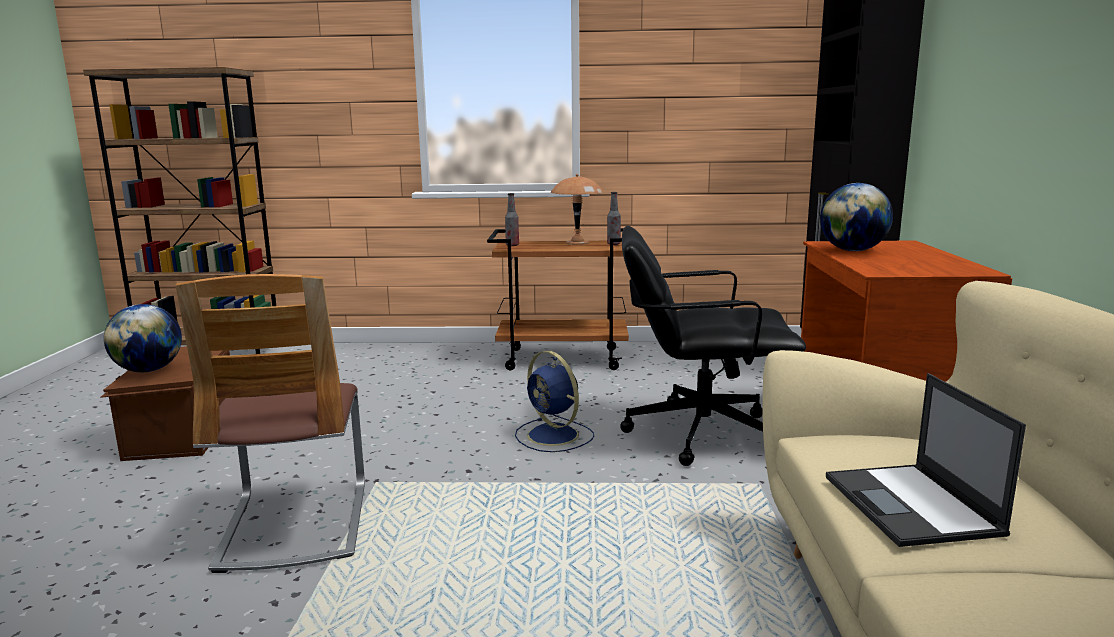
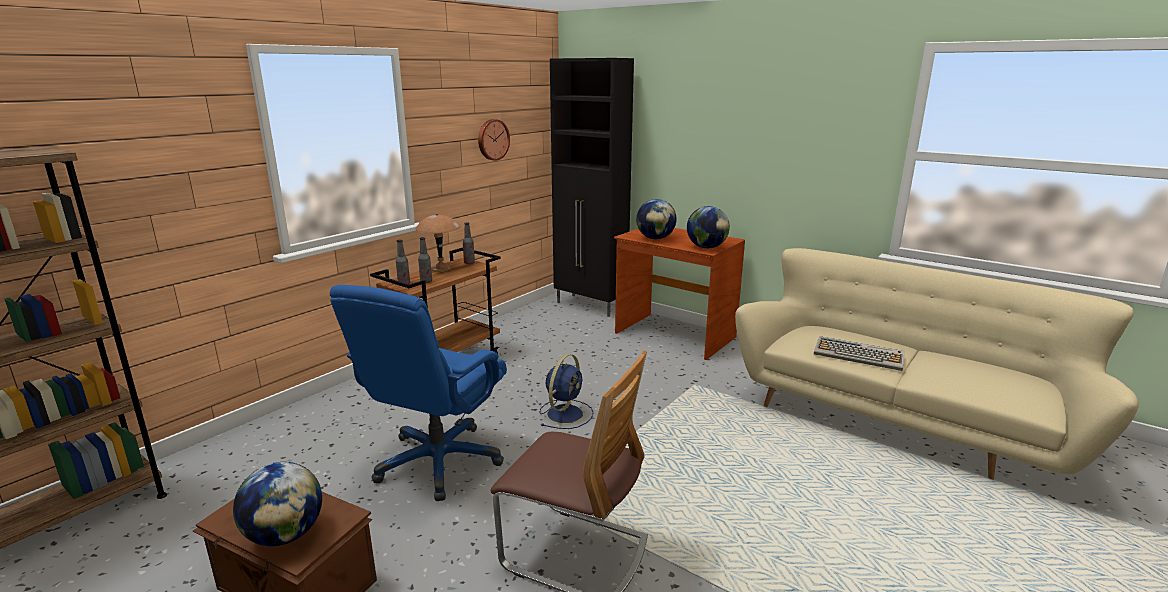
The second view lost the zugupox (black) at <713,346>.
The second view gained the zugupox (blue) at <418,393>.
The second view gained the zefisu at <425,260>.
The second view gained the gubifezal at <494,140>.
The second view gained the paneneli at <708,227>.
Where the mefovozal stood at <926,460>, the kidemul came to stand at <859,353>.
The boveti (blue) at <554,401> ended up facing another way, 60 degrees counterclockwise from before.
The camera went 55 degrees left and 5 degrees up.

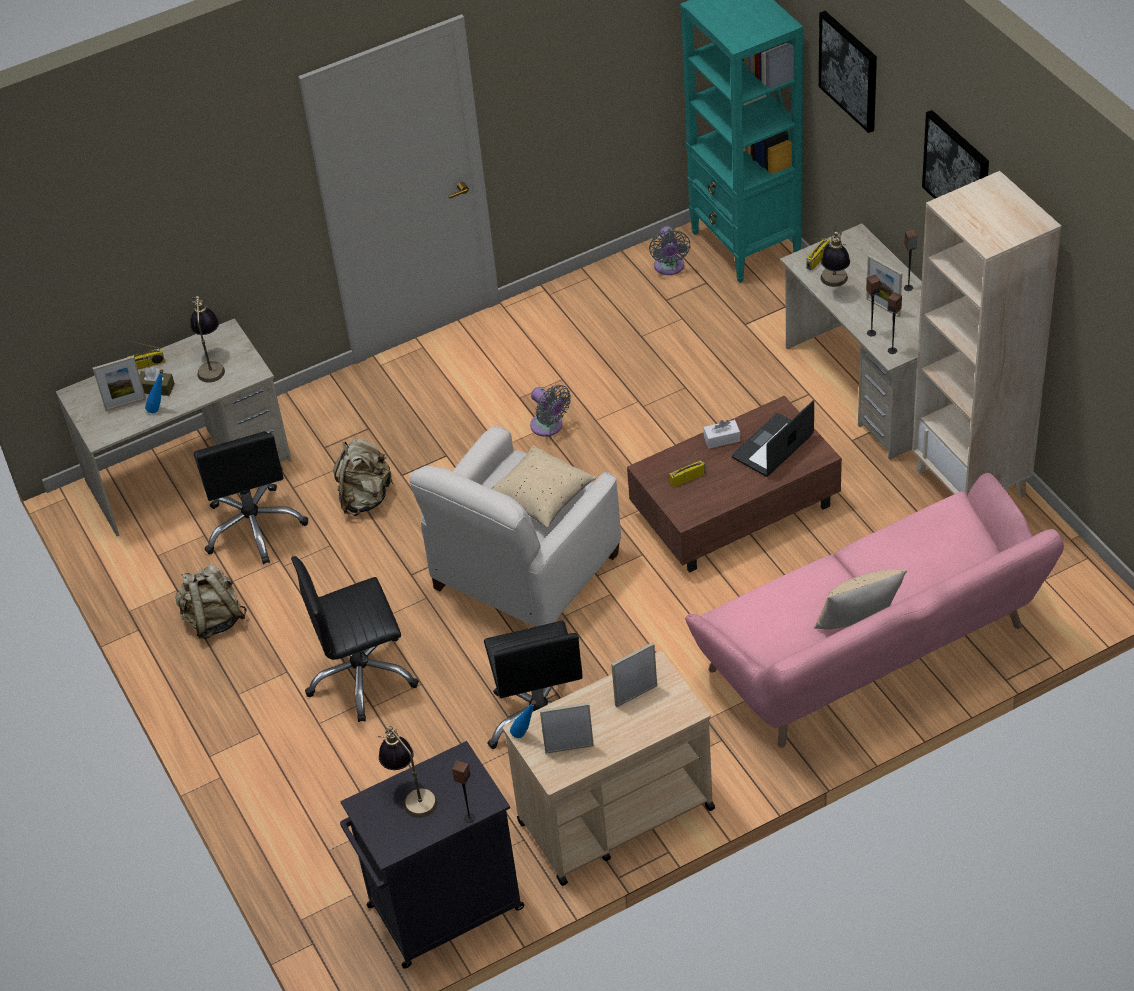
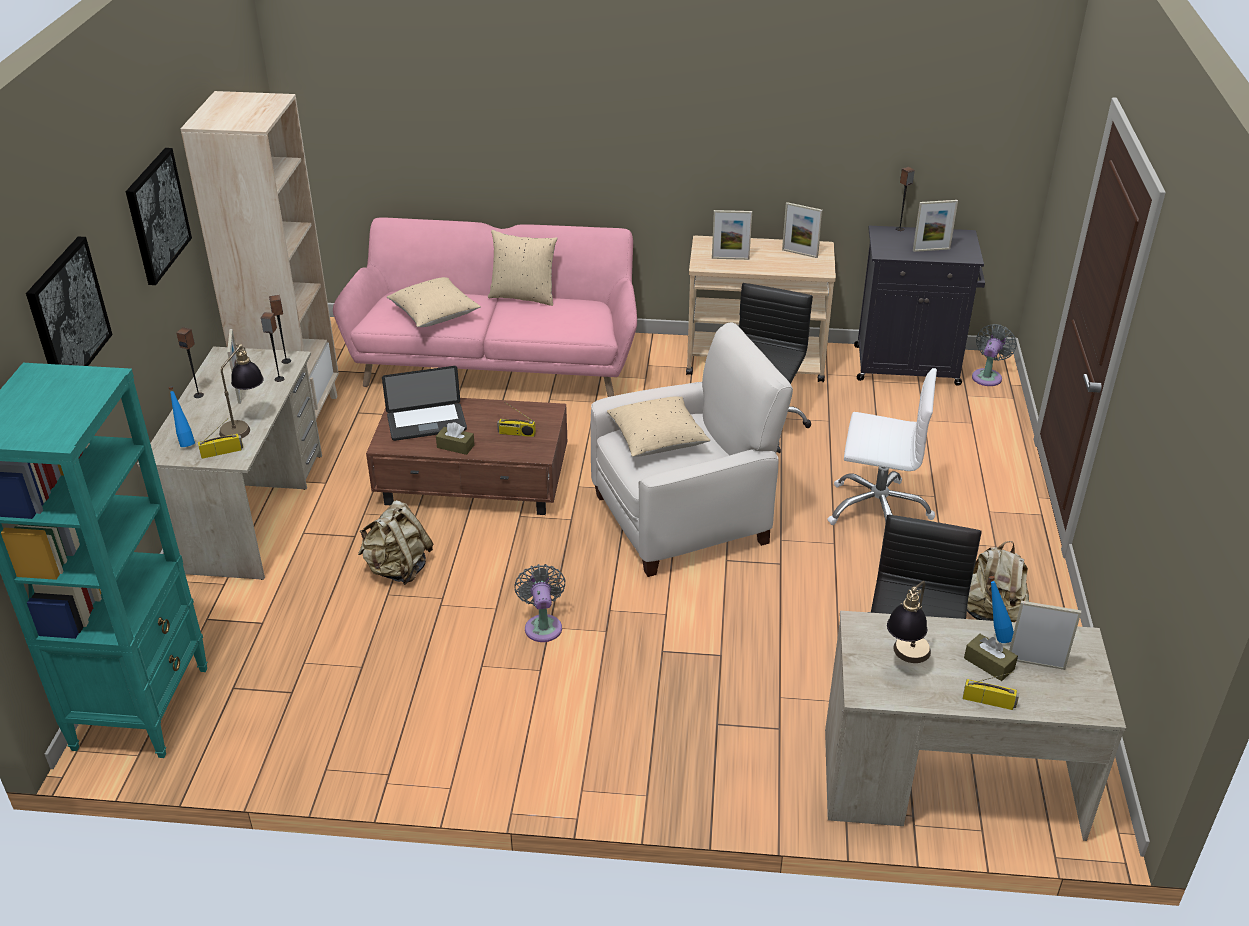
The second view gained the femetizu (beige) at <434,302>.
The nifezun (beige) ended up elsewhere, having gone from <363,477> to <395,542>.
The zefisu (blue) ended up elsewhere, having gone from <523,719> to <181,416>.
The boveti (grey) ended up elsewhere, having gone from <670,250> to <994,355>.
Where the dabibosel stood at <407,772>, the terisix came to stand at <935,226>.
What was the zugupox (black) at <355,639> turned into the zugupox (white) at <882,446>.
What was the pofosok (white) at <721,434> turned into the pofosok (brown) at <455,438>.
The camera went 150 degrees left and 10 degrees down.

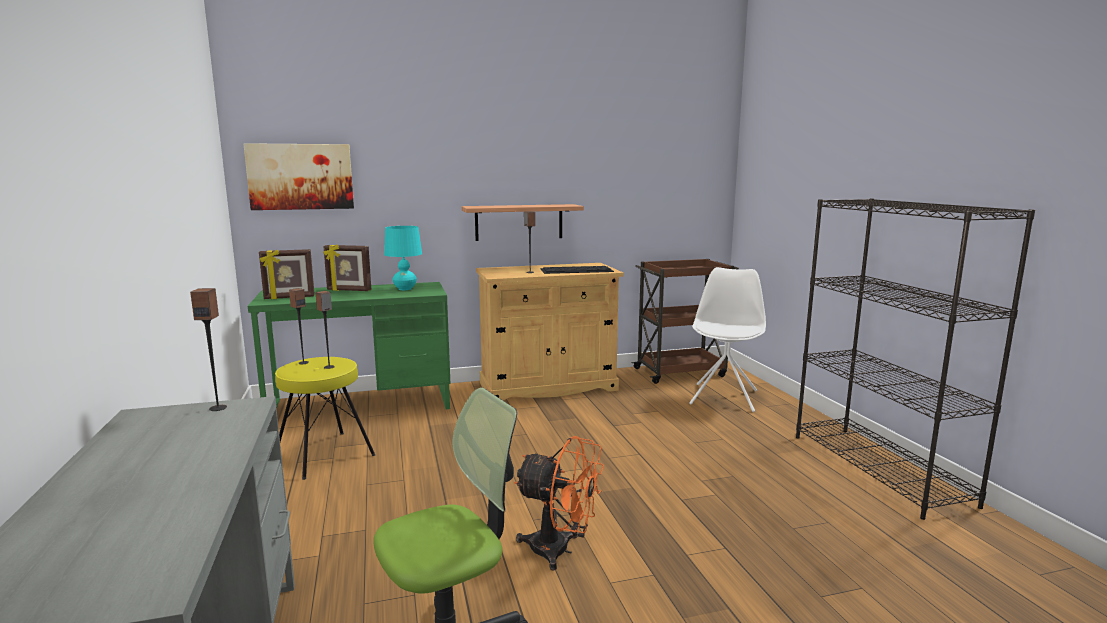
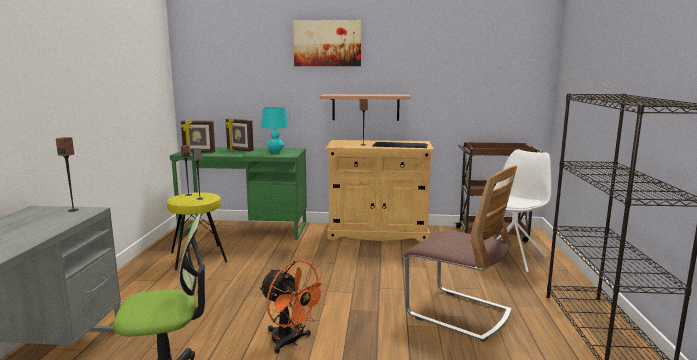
The second view gained the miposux at <460,253>.
The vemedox ended up elsewhere, having gone from <299,176> to <327,43>.
The camera went 20 degrees right and 0 degrees up.

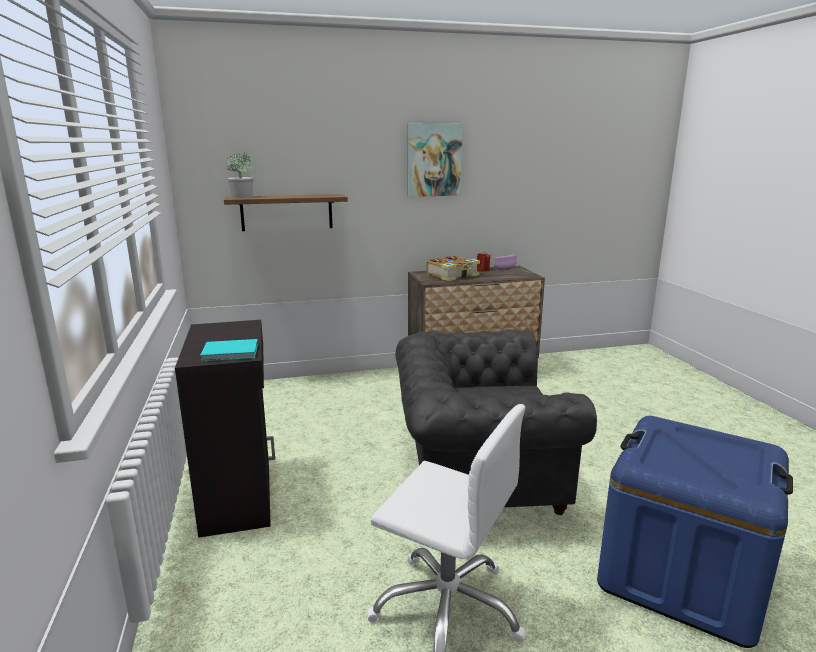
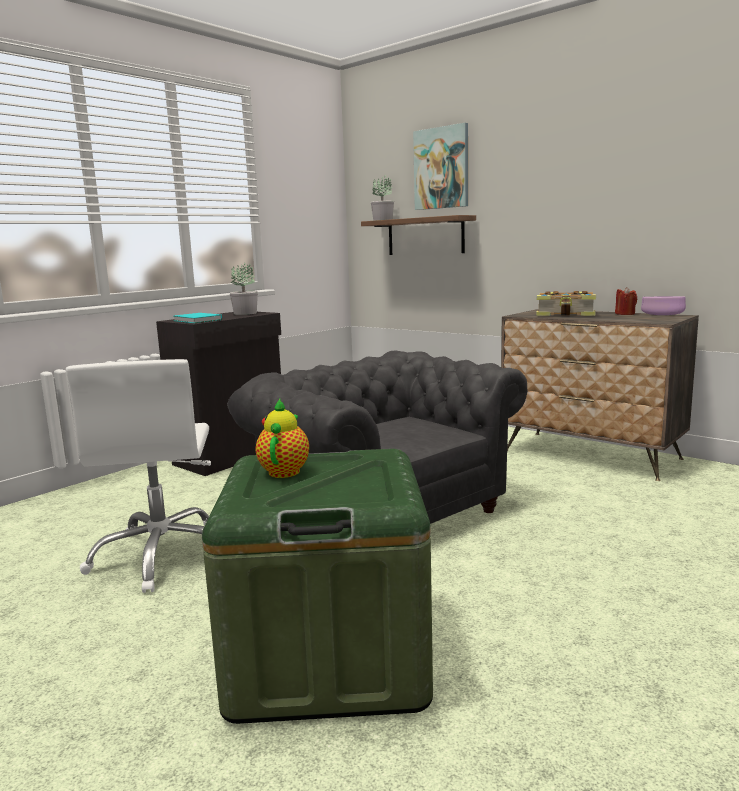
The second view gained the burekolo at <244,289>.
The second view gained the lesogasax at <282,438>.
The vemedox ended up elsewhere, having gone from <435,160> to <440,166>.
What was the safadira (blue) at <695,532> turned into the safadira (green) at <317,586>.
The camera went 55 degrees right and 5 degrees down.

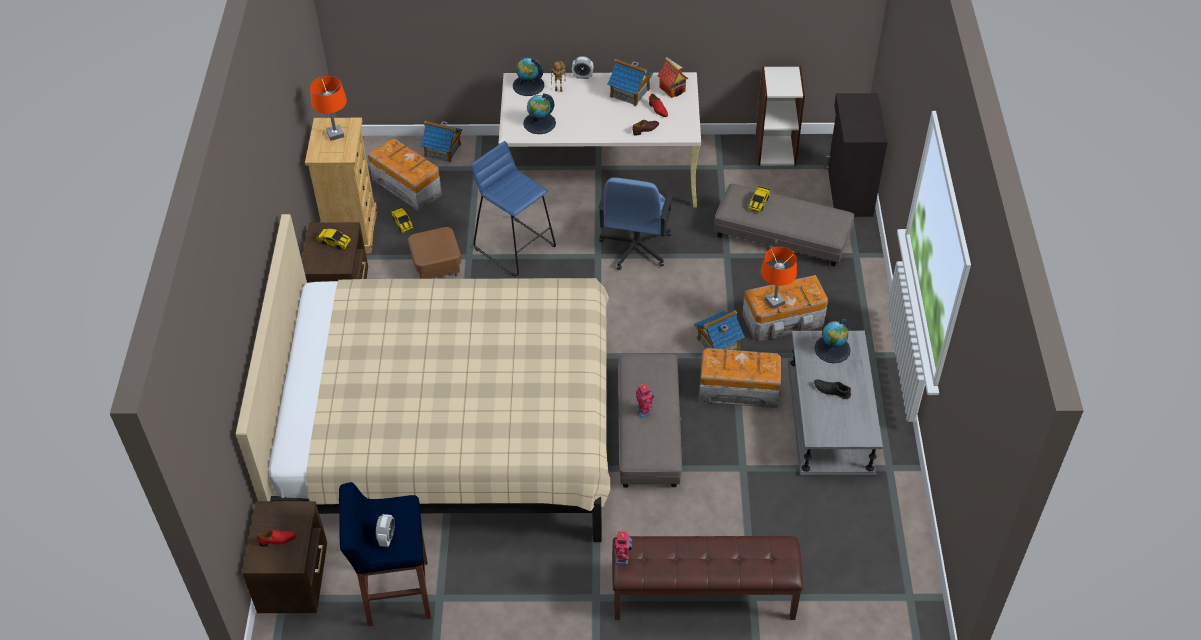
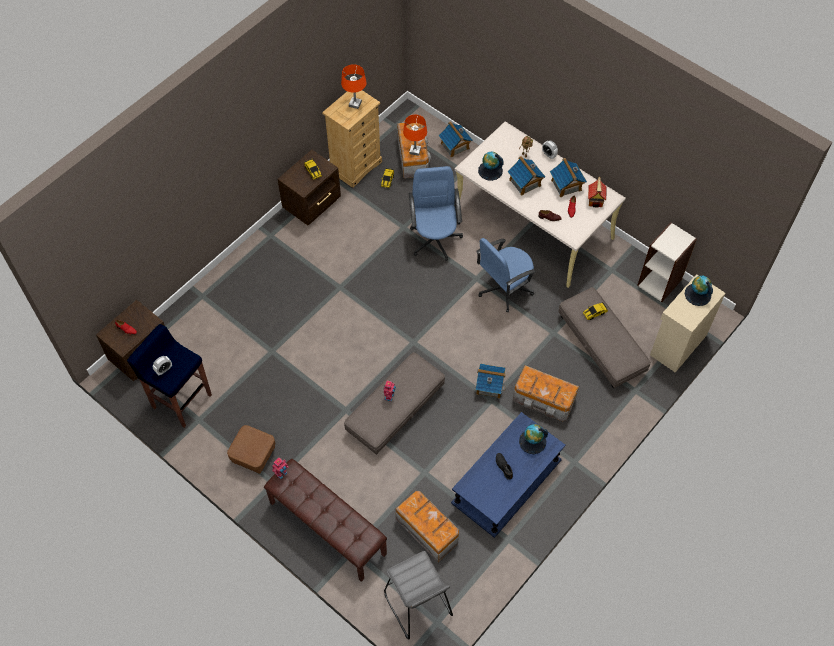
The second view lost the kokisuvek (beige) at <423,378>.
The second view gained the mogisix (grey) at <418,595>.
The second view gained the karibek at <526,176>.
The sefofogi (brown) ended up elsewhere, having gone from <434,253> to <251,449>.
The paneneli ended up elsewhere, having gone from <528,77> to <699,291>.
The safadira ended up elsewhere, having gone from <740,378> to <427,526>.
The dabibosel (orange) ended up elsewhere, having gone from <779,278> to <415,135>.
Where the mogisix (blue) stood at <513,208>, the zugupox (blue) came to stand at <436,213>.
What was the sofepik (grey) at <835,404> turned into the sofepik (blue) at <508,475>.
What was the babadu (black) at <856,155> turned into the babadu (beige) at <687,323>.
The camera went 40 degrees right and 10 degrees up.

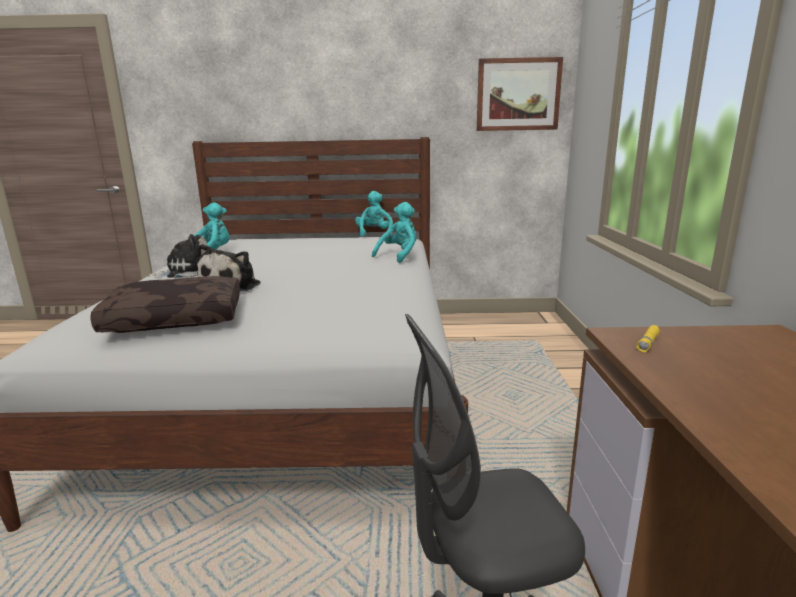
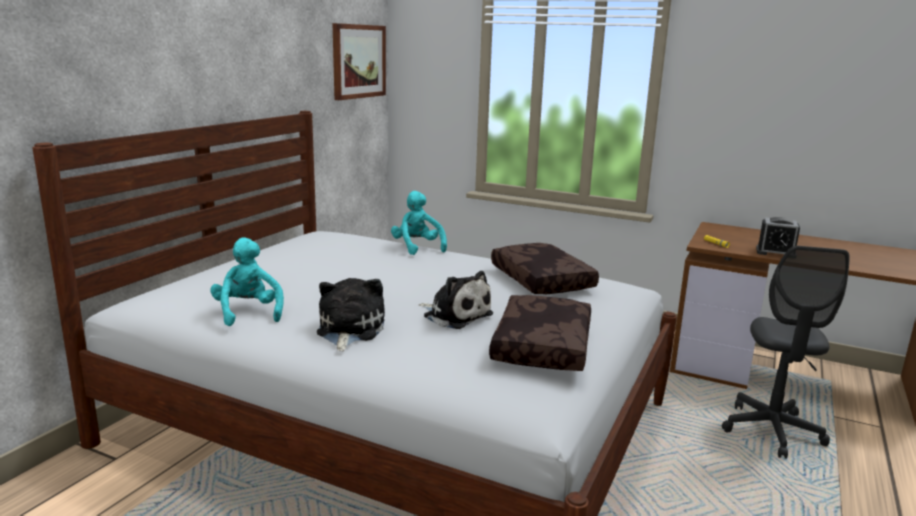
The second view lost the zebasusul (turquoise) at <374,214>.
The second view gained the femetizu (brown) at <545,268>.
The second view gained the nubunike at <778,236>.
The camera went 65 degrees left and 0 degrees up.

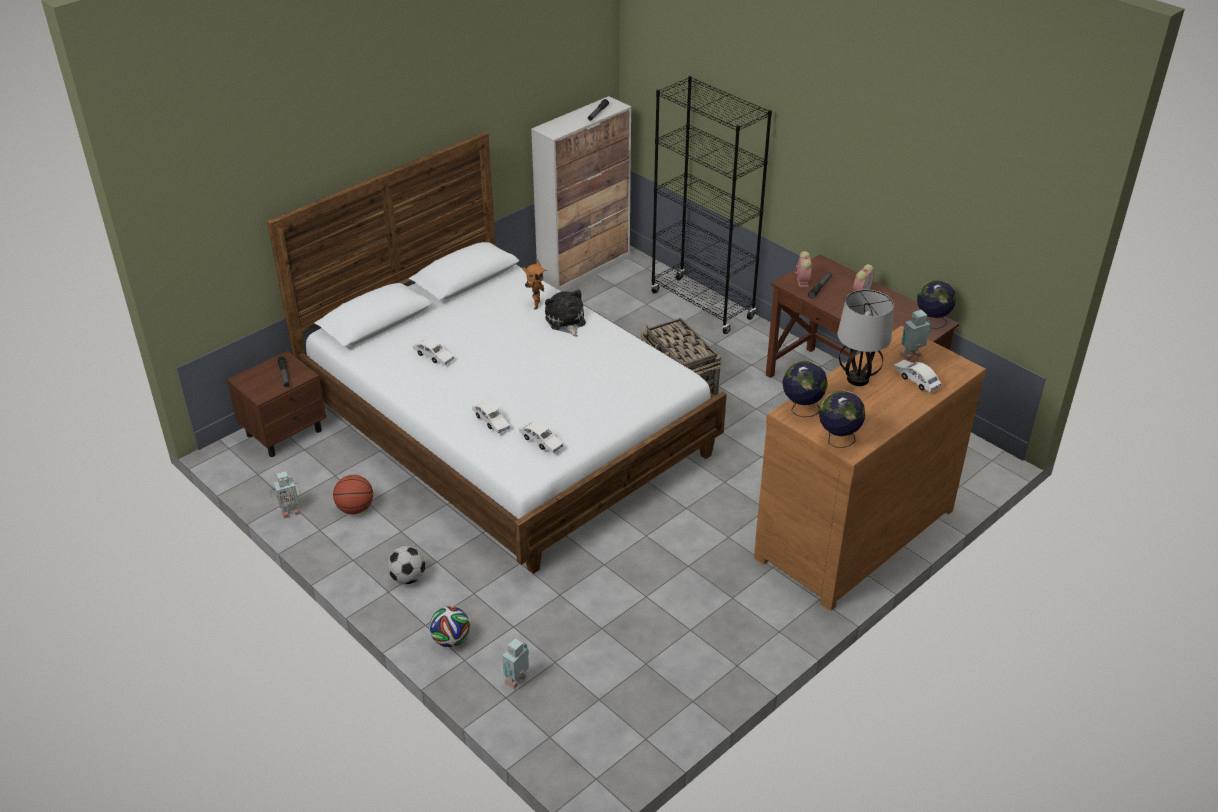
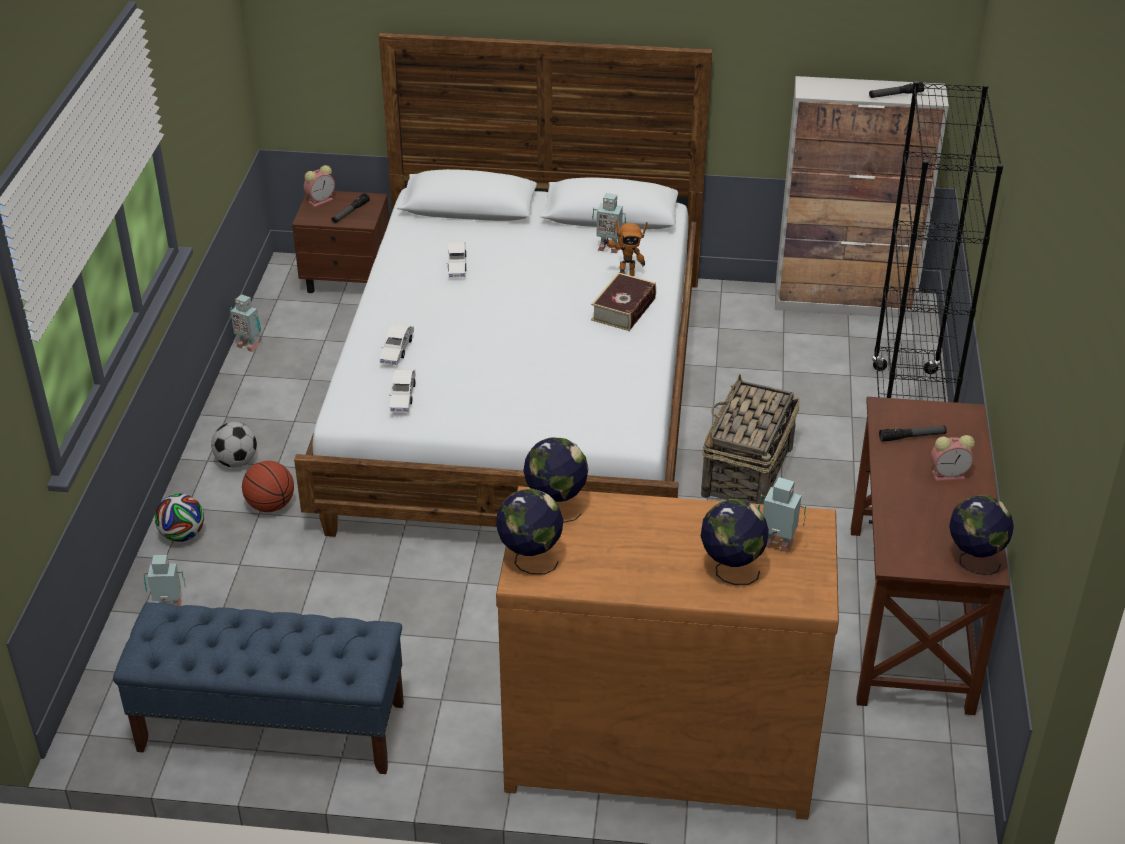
The second view lost the dabibosel at <866,338>.
The second view gained the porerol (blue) at <258,688>.
The second view gained the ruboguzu at <609,223>.
The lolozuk ended up elsewhere, having gone from <353,494> to <268,486>.
The nubunike ended up elsewhere, having gone from <803,269> to <319,186>.
Where the zebasusul stood at <565,313>, the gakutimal came to stand at <623,301>.
Where the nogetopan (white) stood at <917,376>, the paneneli came to stand at <735,542>.
The camera went 50 degrees right and 0 degrees up.

